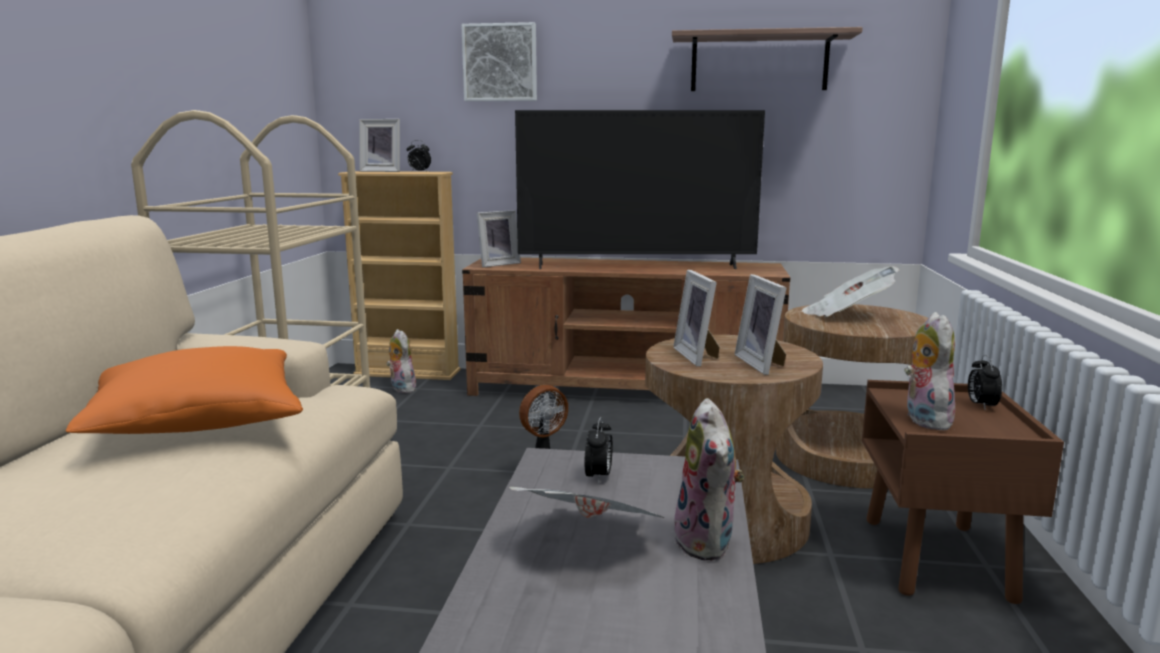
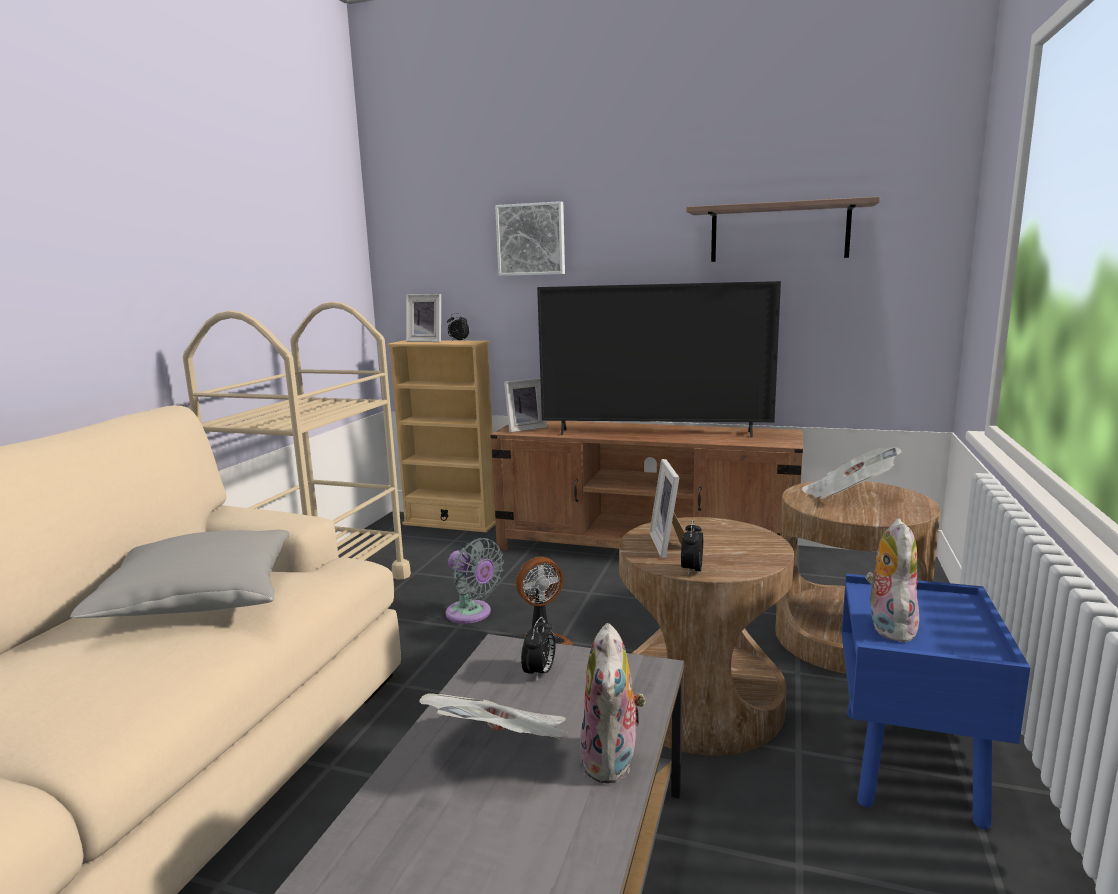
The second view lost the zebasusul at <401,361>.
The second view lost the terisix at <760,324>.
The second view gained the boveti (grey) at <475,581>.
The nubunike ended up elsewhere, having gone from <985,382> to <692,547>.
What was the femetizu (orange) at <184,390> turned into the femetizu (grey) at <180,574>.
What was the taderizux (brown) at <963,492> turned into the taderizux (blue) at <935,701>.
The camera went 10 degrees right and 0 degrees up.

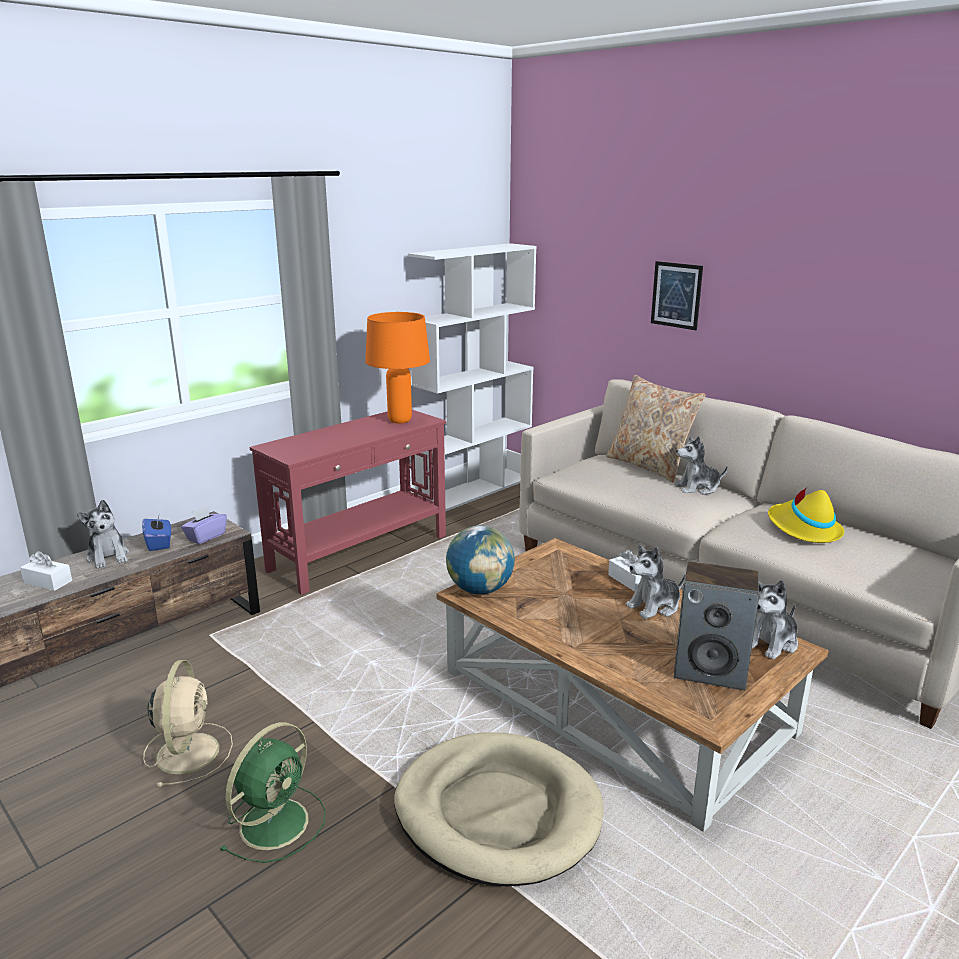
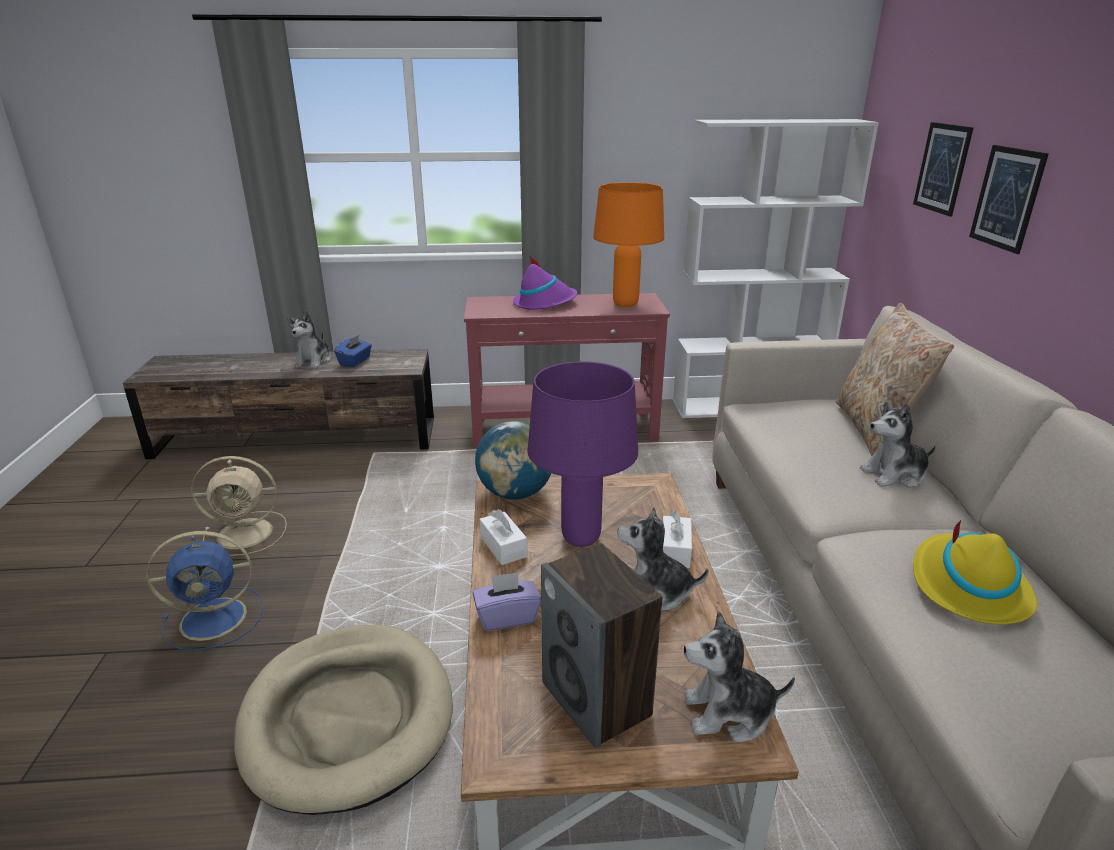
The second view gained the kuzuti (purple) at <545,282>.
The second view gained the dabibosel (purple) at <582,454>.
The second view gained the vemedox at <943,169>.
The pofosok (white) ended up elsewhere, having gone from <46,571> to <503,537>.
The pofosok (purple) ended up elsewhere, having gone from <204,525> to <507,601>.
What was the boveti (green) at <273,792> turned into the boveti (blue) at <204,590>.
The boveti (beige) at <188,723> ended up facing another way, 45 degrees clockwise from before.
The zebasusul at <701,465> ended up facing another way, 45 degrees counterclockwise from before.
The camera went 40 degrees right and 5 degrees up.

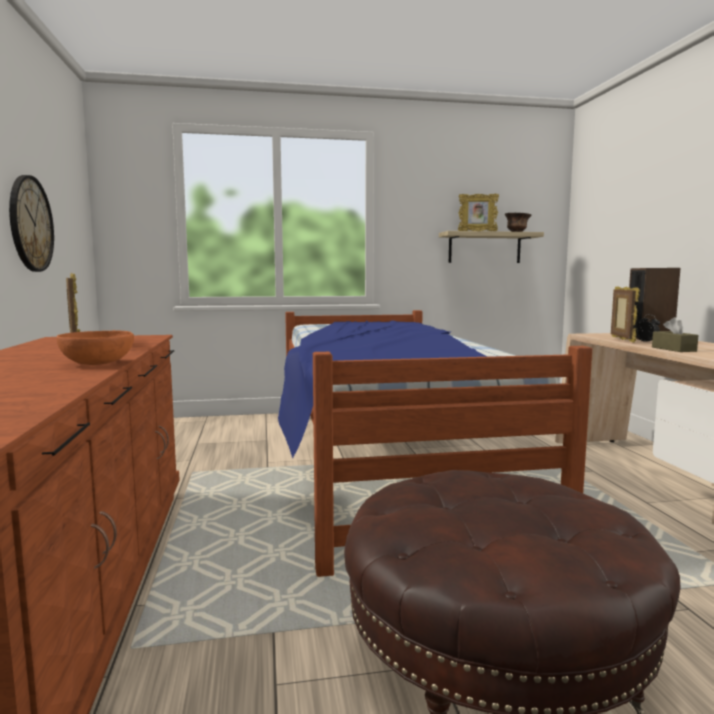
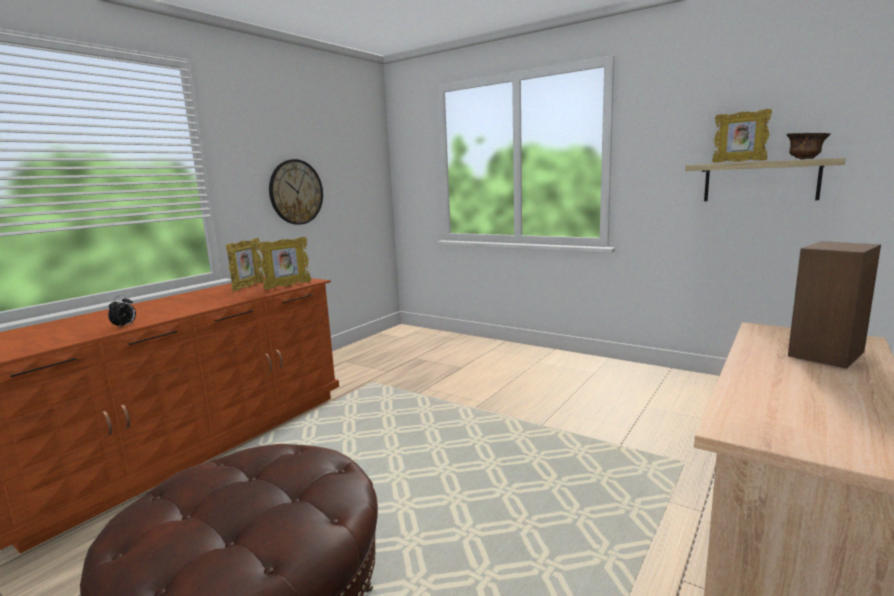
The second view lost the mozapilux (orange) at <95,347>.
The second view lost the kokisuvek at <435,443>.
The second view lost the pofosok (brown) at <675,334>.
The terisix ended up elsewhere, having gone from <625,314> to <284,263>.
The nubunike ended up elsewhere, having gone from <648,328> to <122,311>.
The camera went 45 degrees right and 5 degrees up.

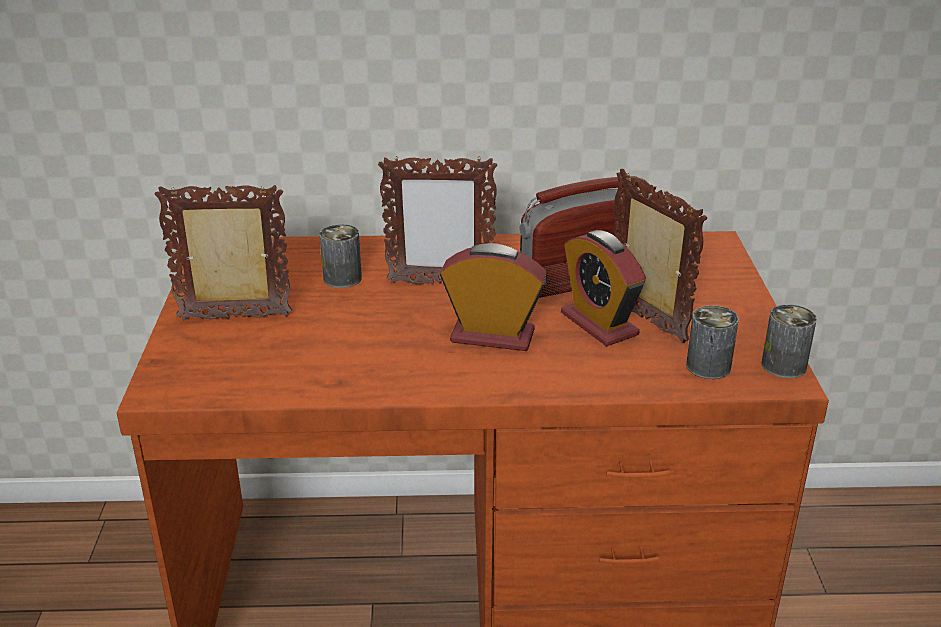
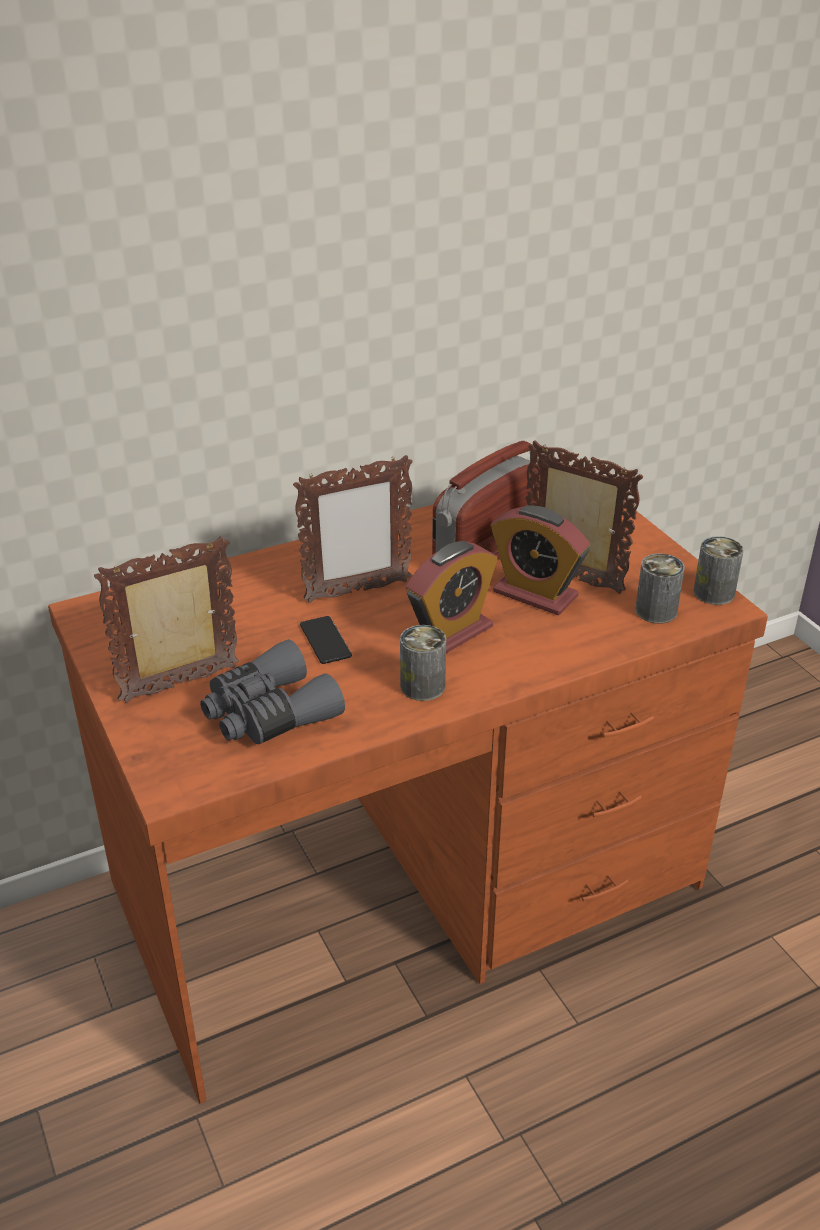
The second view gained the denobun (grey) at <272,691>.
The second view gained the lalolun at <326,640>.
The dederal ended up elsewhere, having gone from <341,256> to <423,663>.
The nubunike at <493,297> ended up facing another way, 150 degrees clockwise from before.
The camera went 25 degrees left and 5 degrees up.

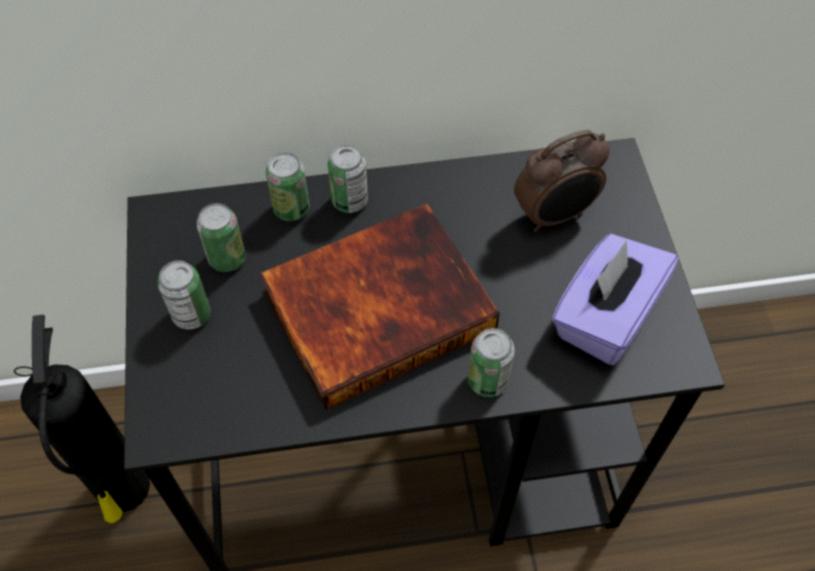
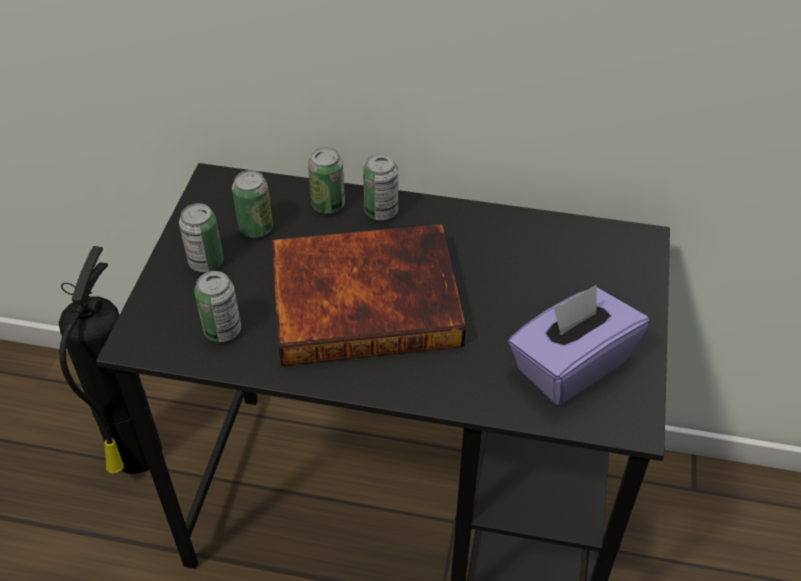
The second view lost the nubunike at <562,181>.
The dederal ended up elsewhere, having gone from <491,362> to <217,307>.
The camera went 20 degrees right and 10 degrees down.

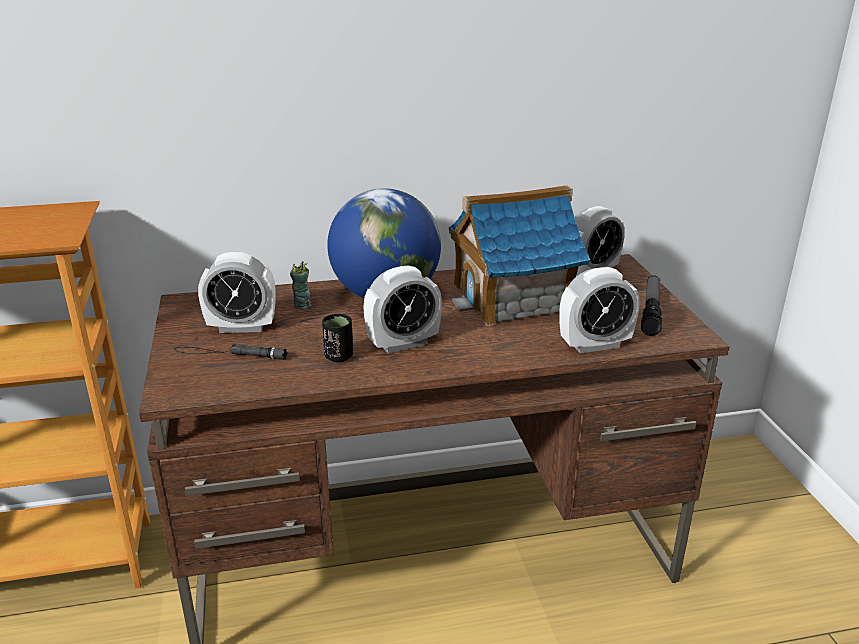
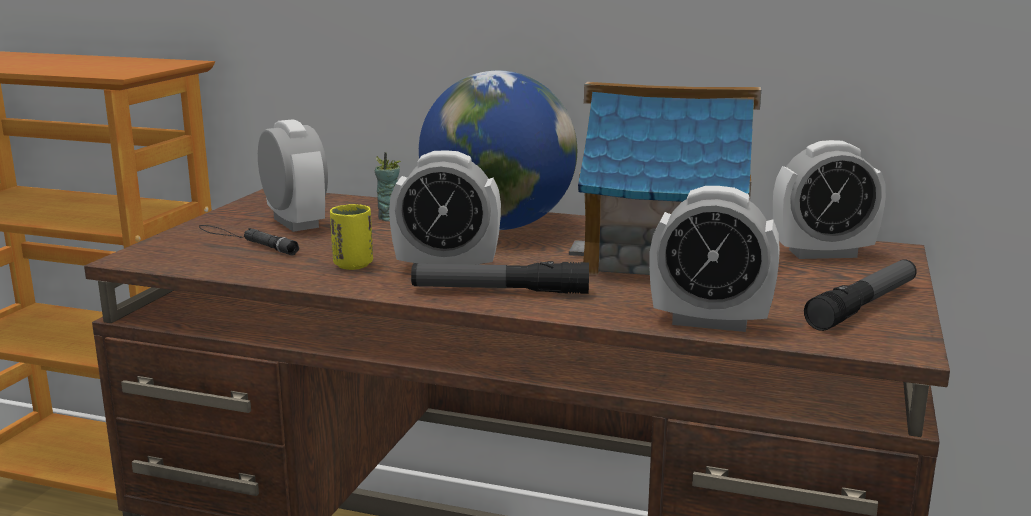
The second view gained the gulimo at <500,277>.
What was the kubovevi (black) at <337,338> turned into the kubovevi (yellow) at <351,237>.
The nubunike at <237,292> ended up facing another way, 150 degrees counterclockwise from before.
The camera went 30 degrees right and 10 degrees down.

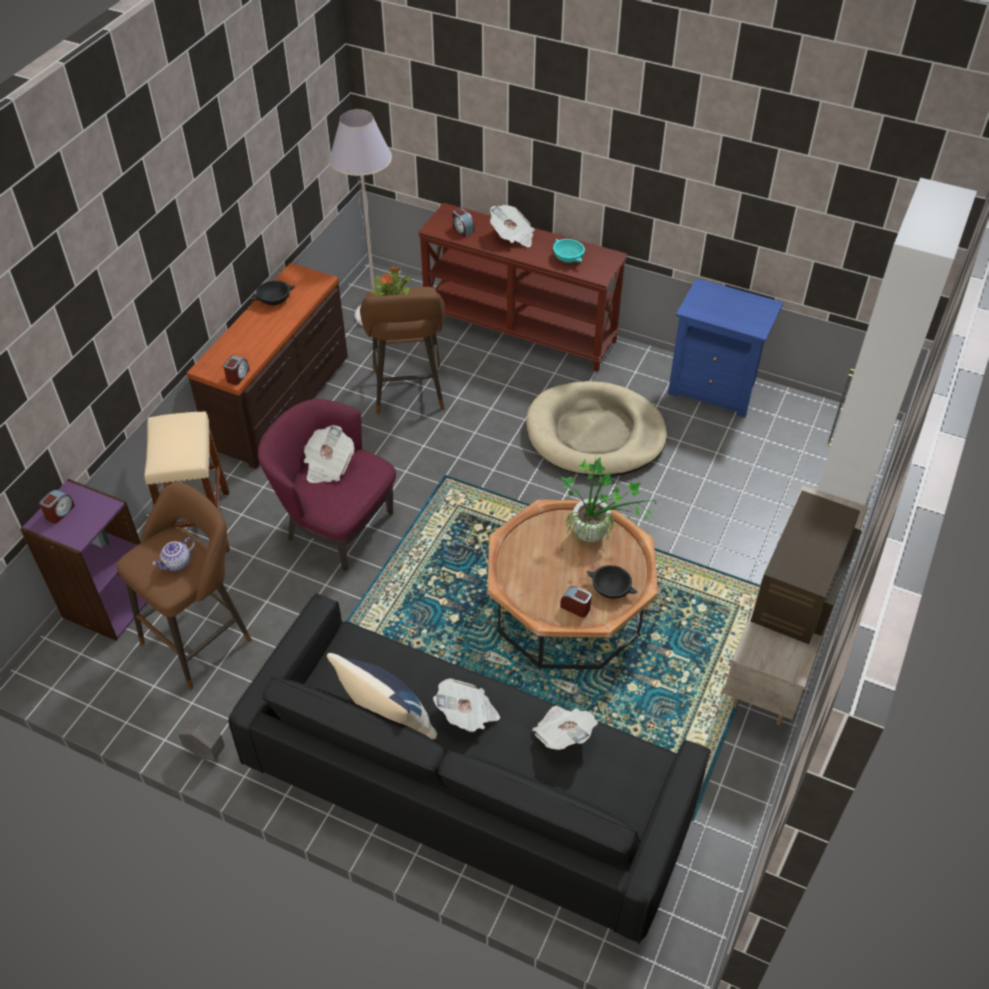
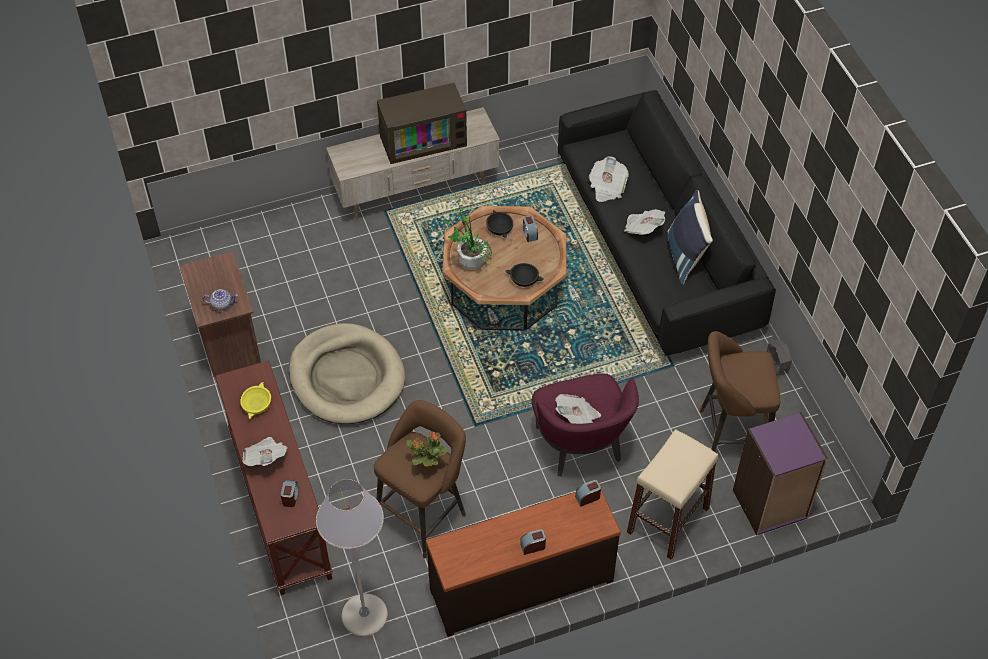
The second view lost the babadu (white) at <897,341>.
The nubunike ended up elsewhere, having gone from <57,506> to <533,542>.
The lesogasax ended up elsewhere, having gone from <173,554> to <220,300>.
The mozapilux (black) ended up elsewhere, having gone from <273,292> to <524,275>.
What was the mozapilux (turquoise) at <569,251> turned into the mozapilux (yellow) at <255,400>.
What was the taderizux (blue) at <726,348> turned into the taderizux (brown) at <220,314>.
The camera went 135 degrees left and 5 degrees up.

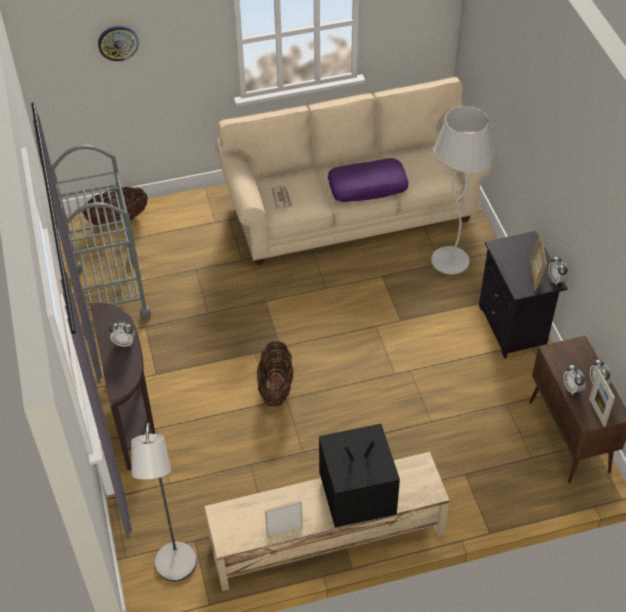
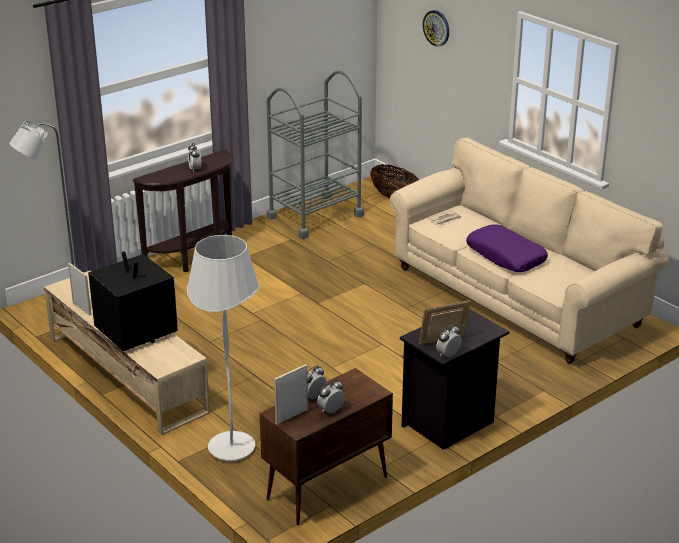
The second view lost the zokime at <275,374>.
The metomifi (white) ended up elsewhere, having gone from <462,190> to <223,348>.
The camera went 65 degrees right and 20 degrees down.

